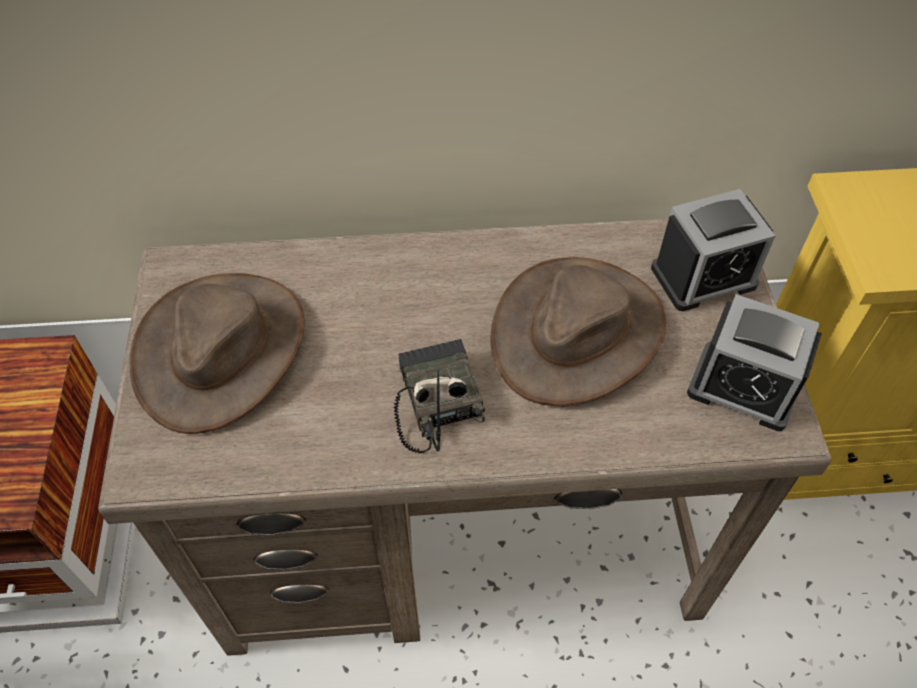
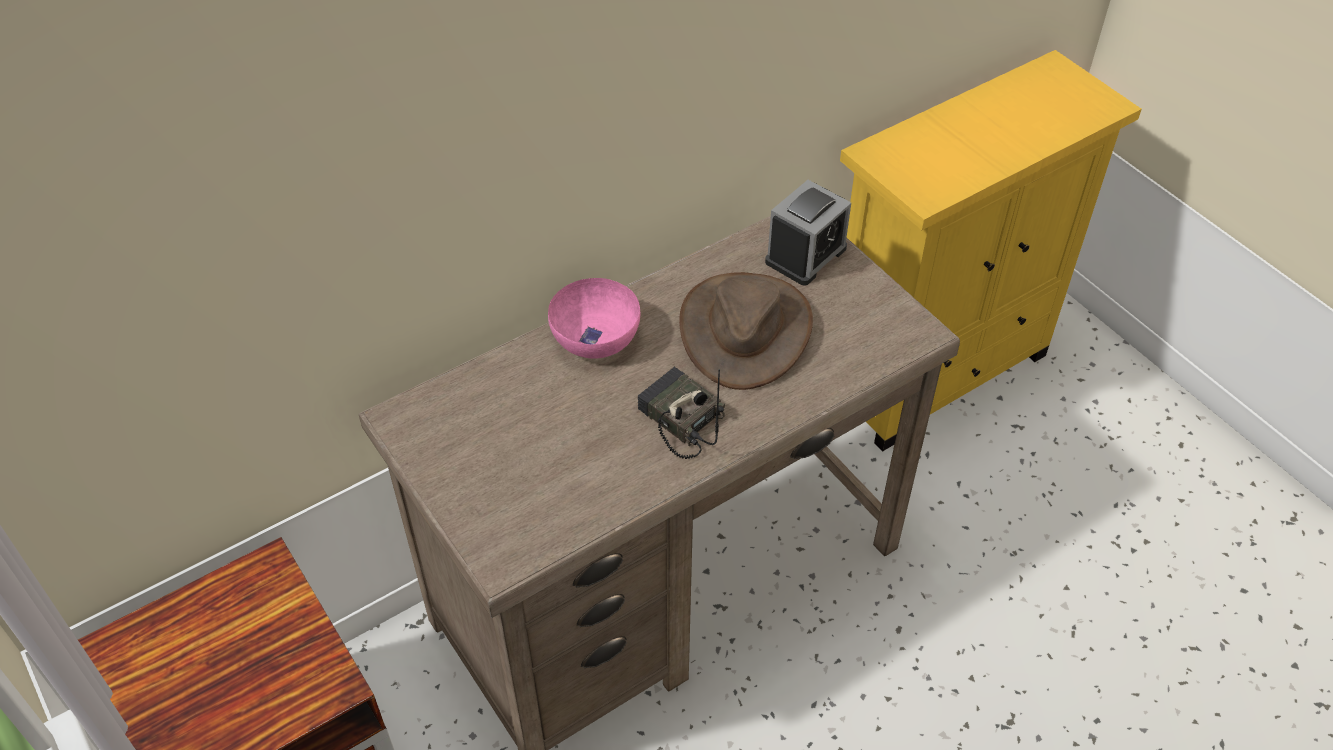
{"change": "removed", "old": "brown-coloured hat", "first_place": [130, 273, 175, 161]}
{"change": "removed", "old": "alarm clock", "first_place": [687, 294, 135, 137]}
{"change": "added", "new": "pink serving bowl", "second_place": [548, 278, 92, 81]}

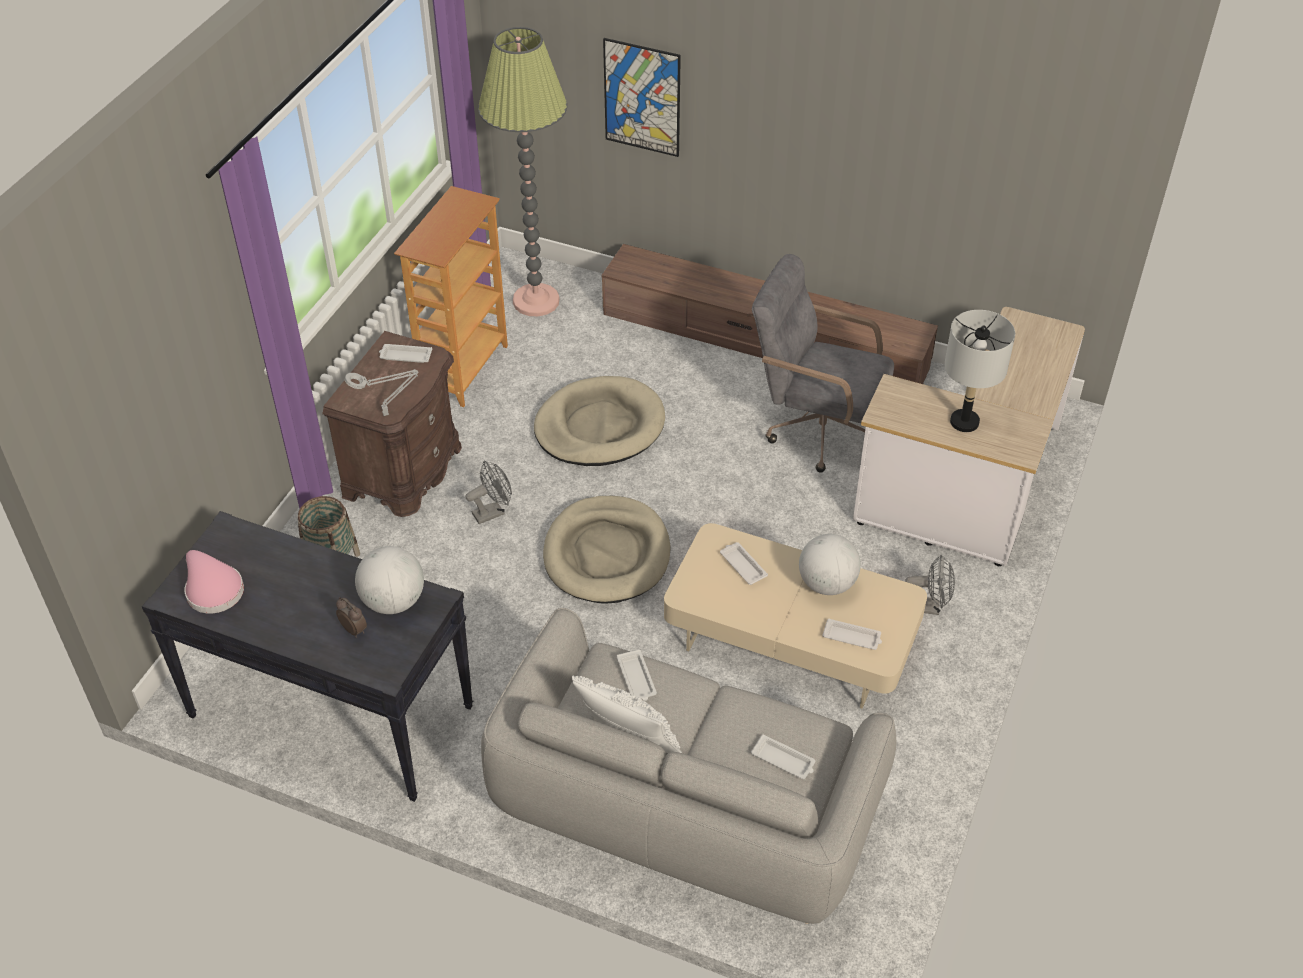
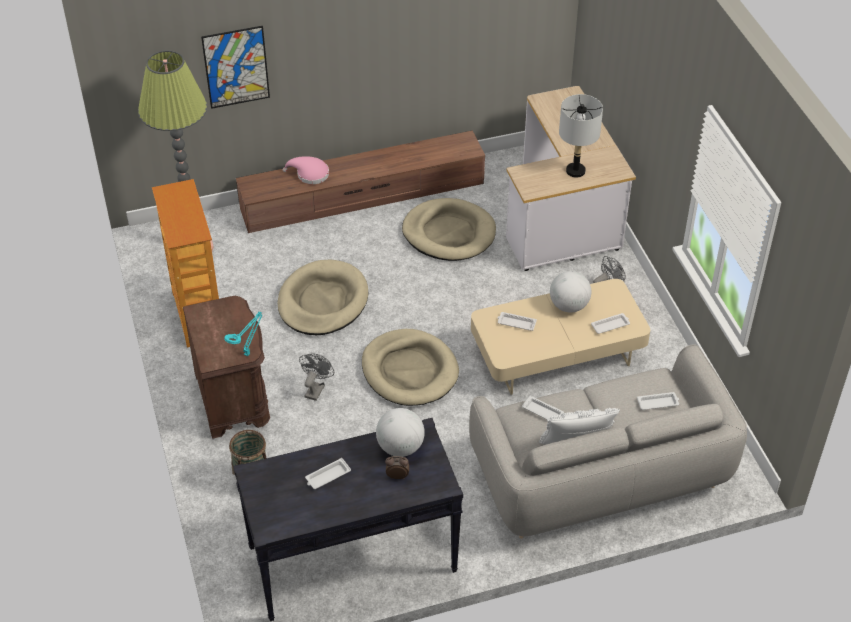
{"change": "moved", "old": "pink hat", "first_place": [185, 550, 59, 64], "second_place": [283, 156, 46, 28]}
{"change": "recoloured", "old": "greyish table lamp", "new": "turquoise-coloured table lamp", "first_place": [345, 369, 74, 47], "second_place": [224, 312, 39, 44]}
{"change": "moved", "old": "white tray", "first_place": [379, 344, 53, 19], "second_place": [305, 458, 46, 31]}
{"change": "replaced", "old": "greyish desk chair", "new": "beige pet bed", "first_place": [752, 254, 142, 219], "second_place": [402, 198, 94, 63]}

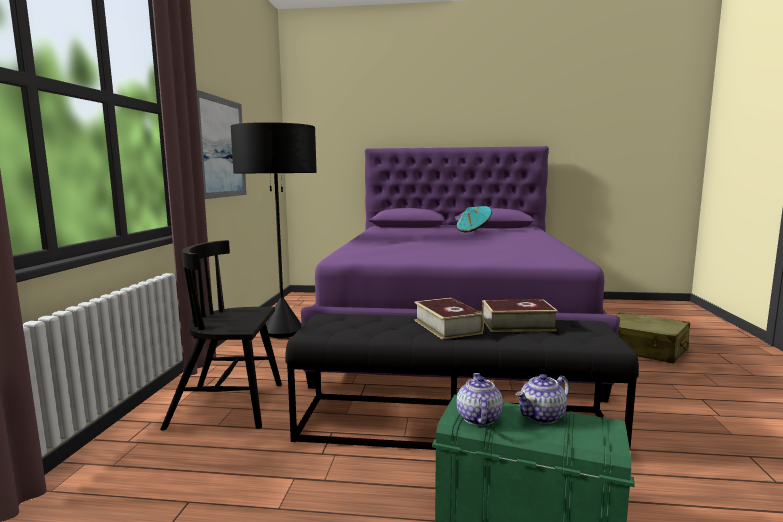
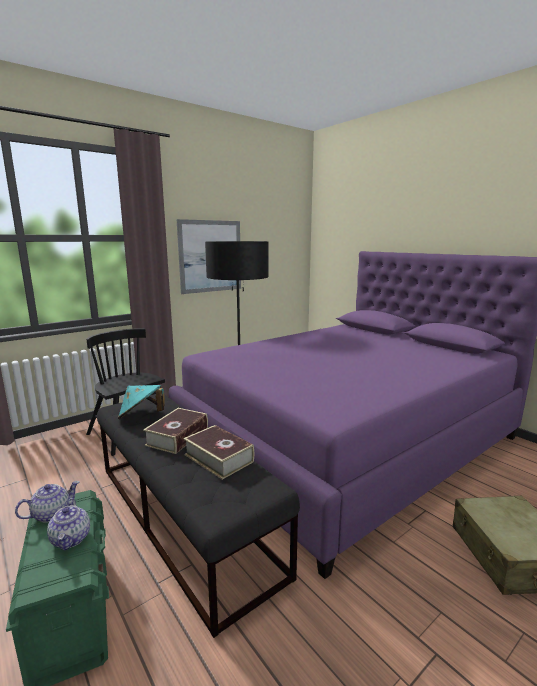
{"change": "moved", "old": "turquoise-coloured hat", "first_place": [457, 206, 35, 26], "second_place": [118, 385, 47, 34]}
{"change": "turned", "old": "tea pot", "first_place": [515, 374, 55, 50], "second_place": [47, 498, 43, 53], "degrees": -120}

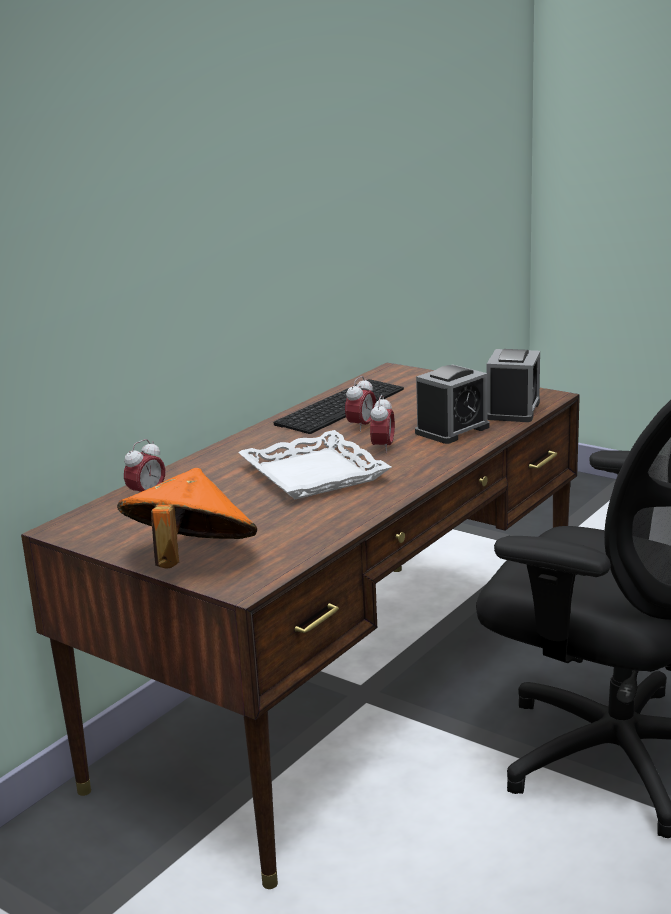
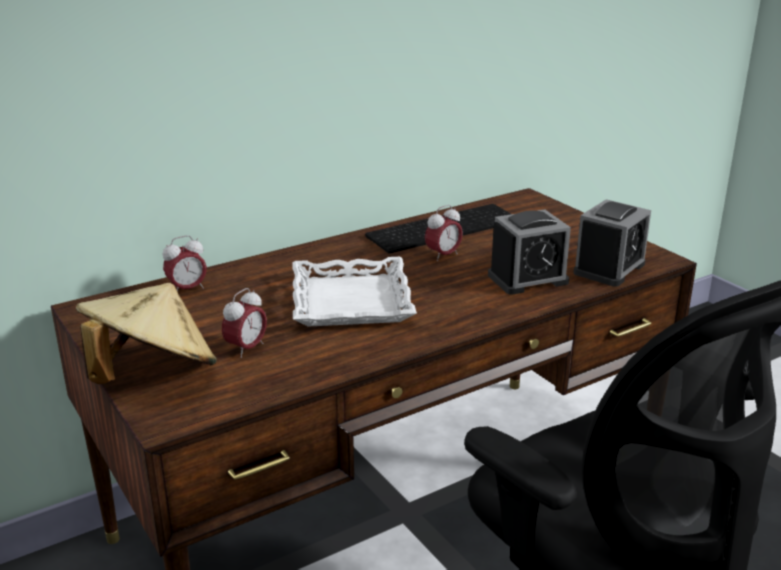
{"change": "recoloured", "old": "orangey hat", "new": "beige hat", "first_place": [117, 468, 140, 101], "second_place": [76, 283, 141, 101]}
{"change": "moved", "old": "alarm clock", "first_place": [370, 395, 25, 58], "second_place": [222, 288, 45, 70]}

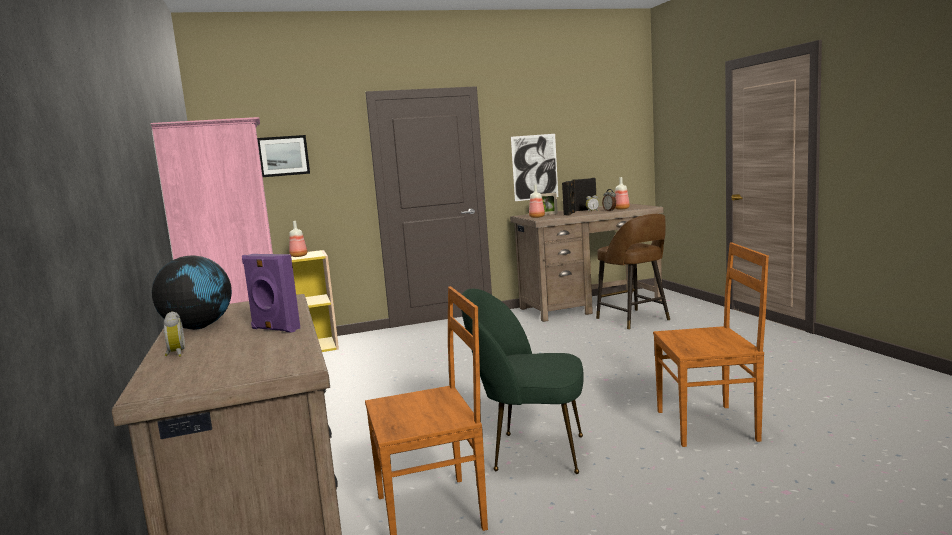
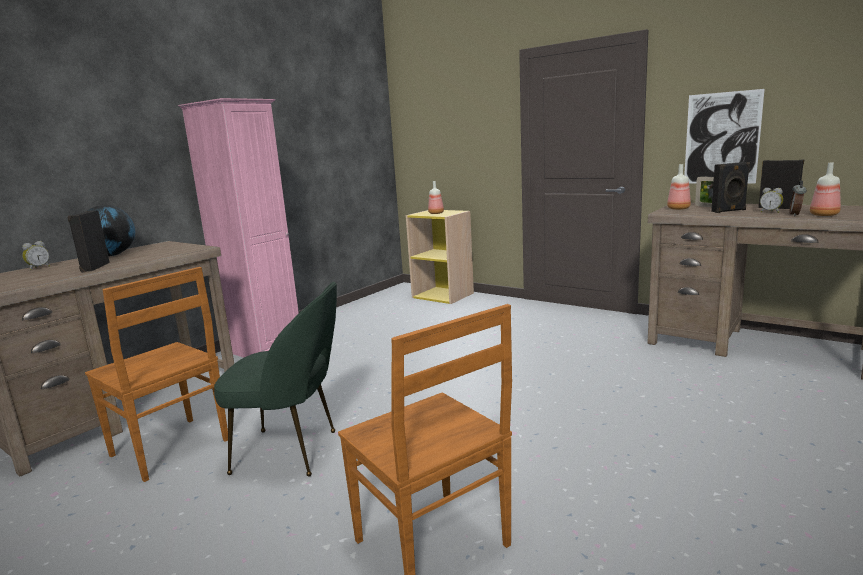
{"change": "recoloured", "old": "purple-coloured loudspeaker", "new": "blackish loudspeaker", "first_place": [242, 254, 58, 79], "second_place": [68, 210, 42, 63]}
{"change": "removed", "old": "wall art", "first_place": [257, 135, 53, 42]}
{"change": "turned", "old": "green-coloured plain chair", "first_place": [461, 289, 123, 185], "second_place": [214, 282, 123, 195], "degrees": 120}
{"change": "removed", "old": "brown-coloured stool seat", "first_place": [596, 214, 74, 116]}

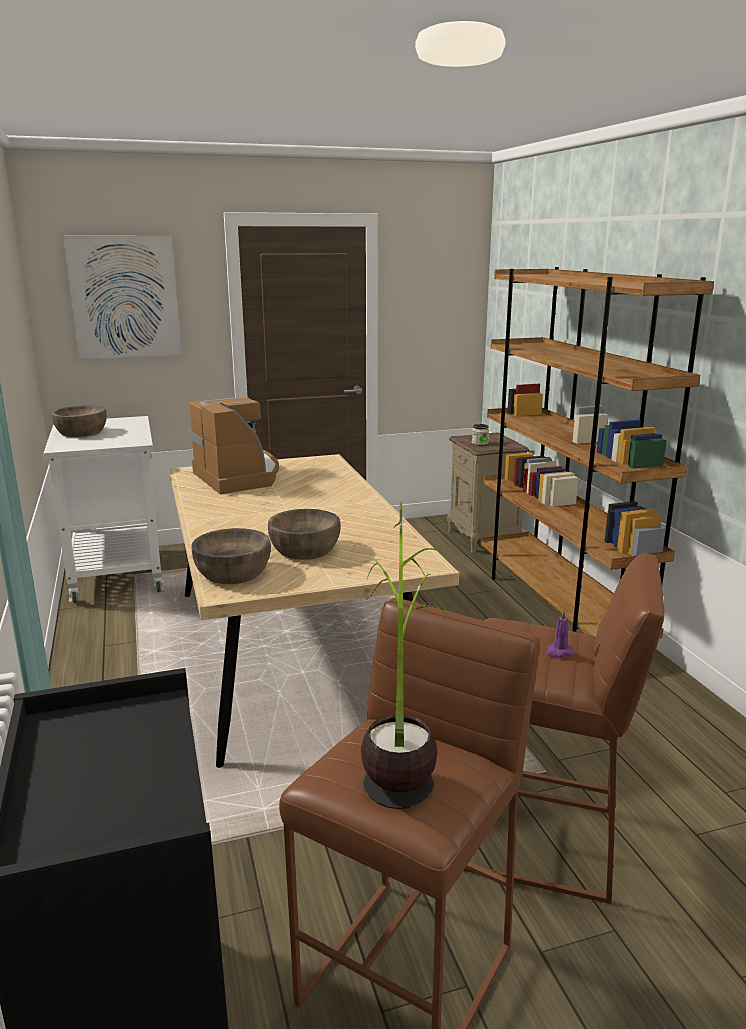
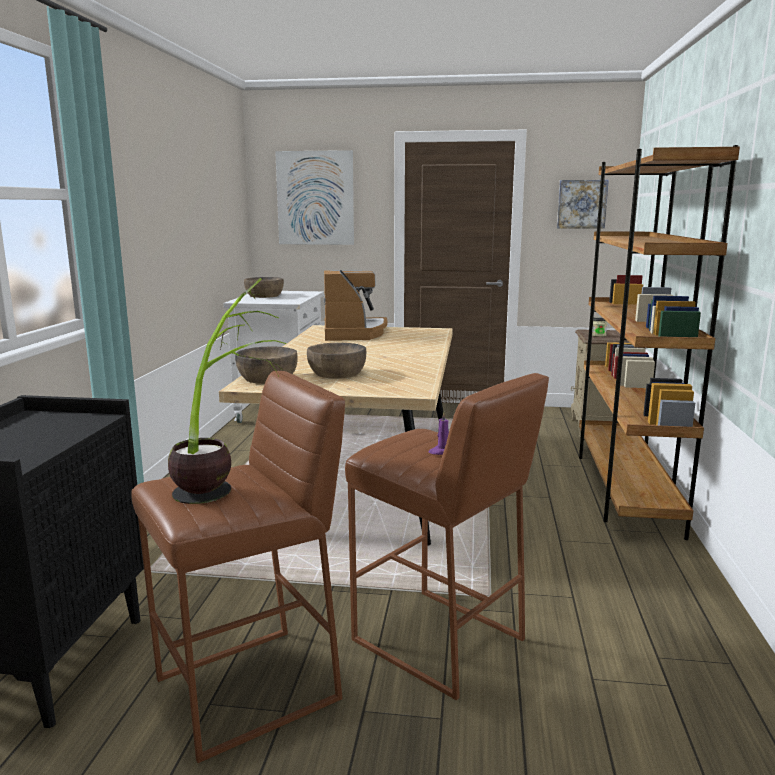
{"change": "added", "new": "wall art", "second_place": [557, 180, 52, 49]}

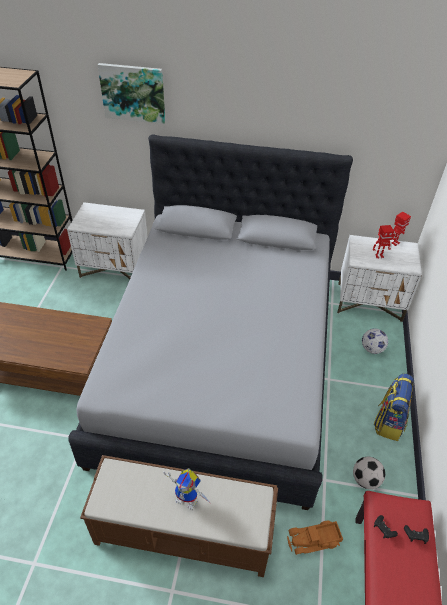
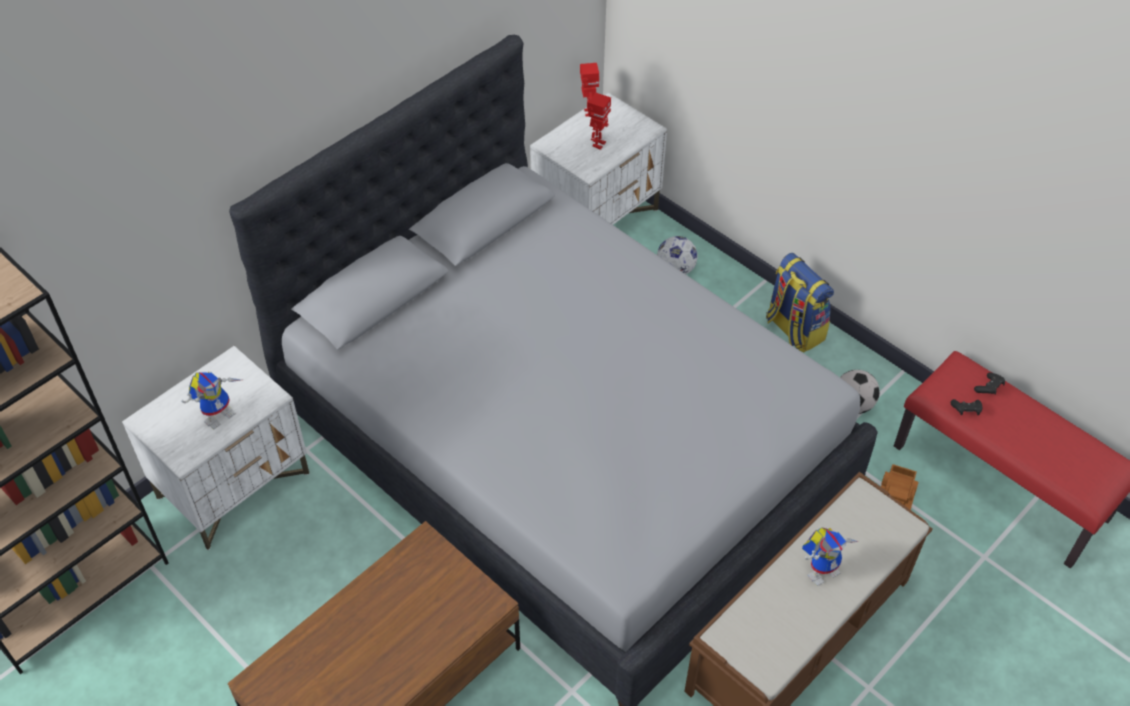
{"change": "removed", "old": "wall art", "first_place": [98, 63, 67, 61]}
{"change": "added", "new": "model robot", "second_place": [181, 371, 60, 58]}

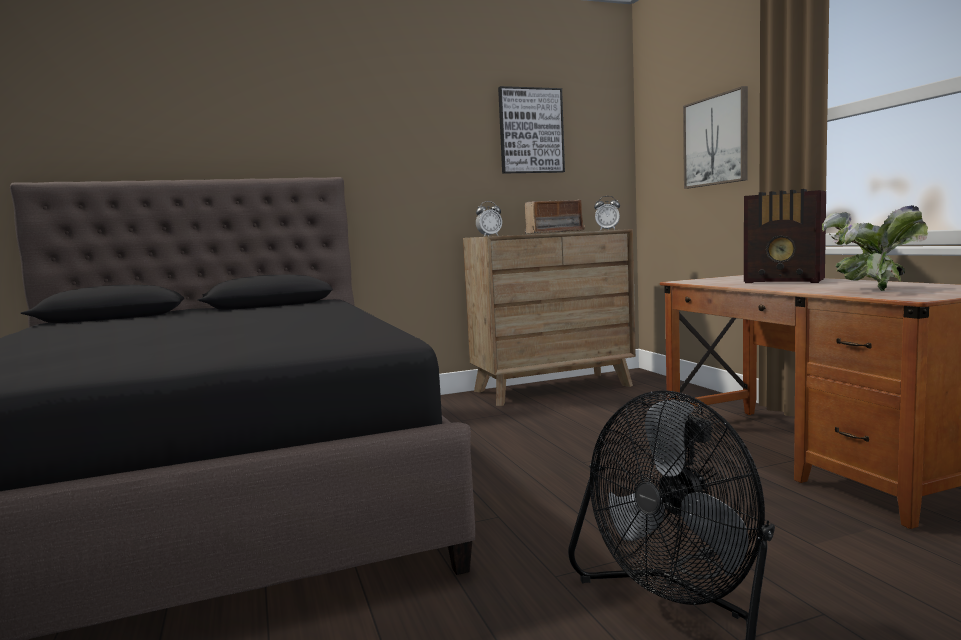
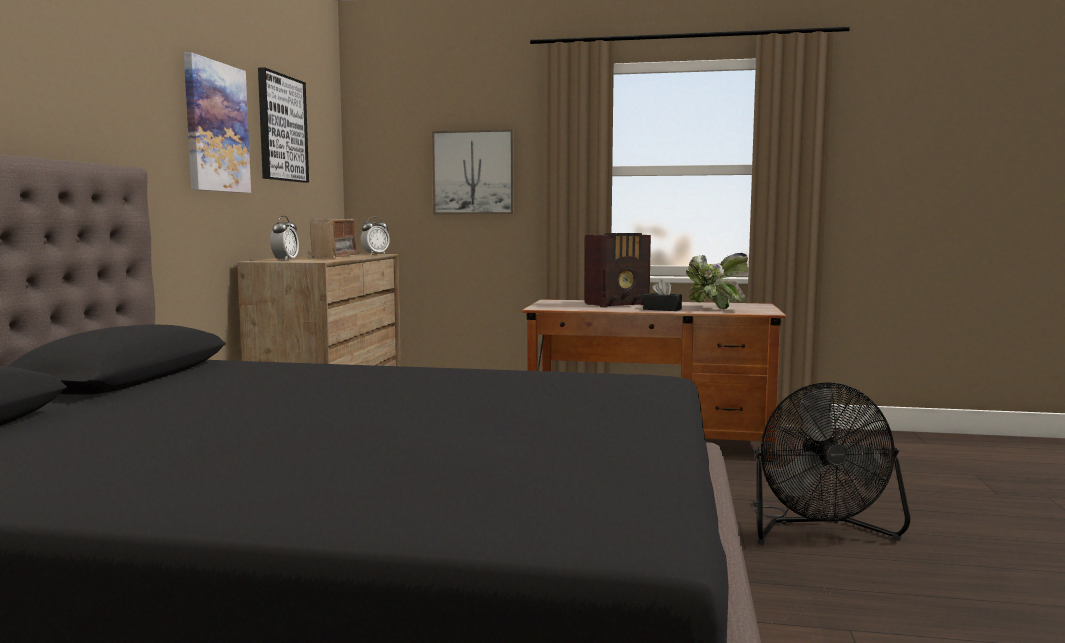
{"change": "added", "new": "wall art", "second_place": [184, 52, 67, 141]}
{"change": "added", "new": "blackish tissue box", "second_place": [643, 280, 39, 31]}

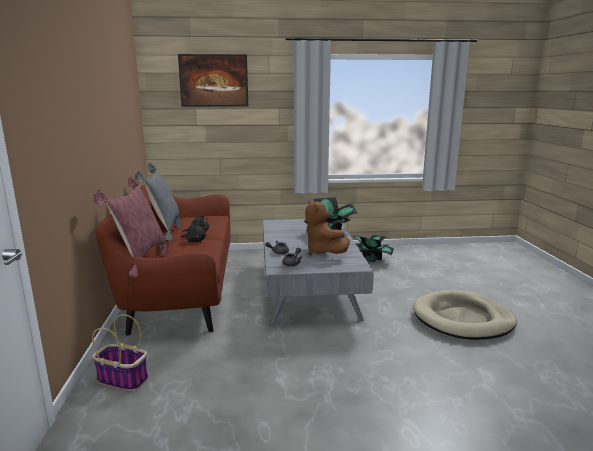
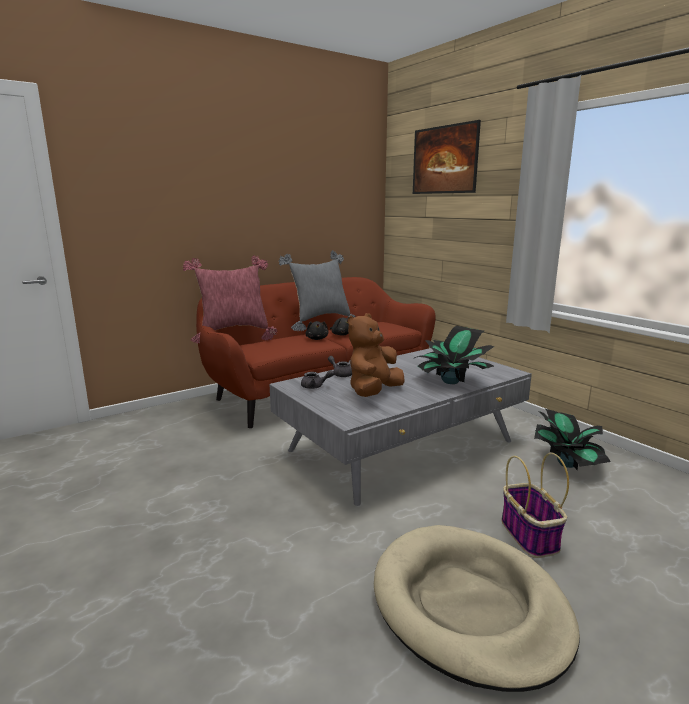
{"change": "moved", "old": "basket", "first_place": [92, 314, 56, 77], "second_place": [502, 453, 67, 105]}

